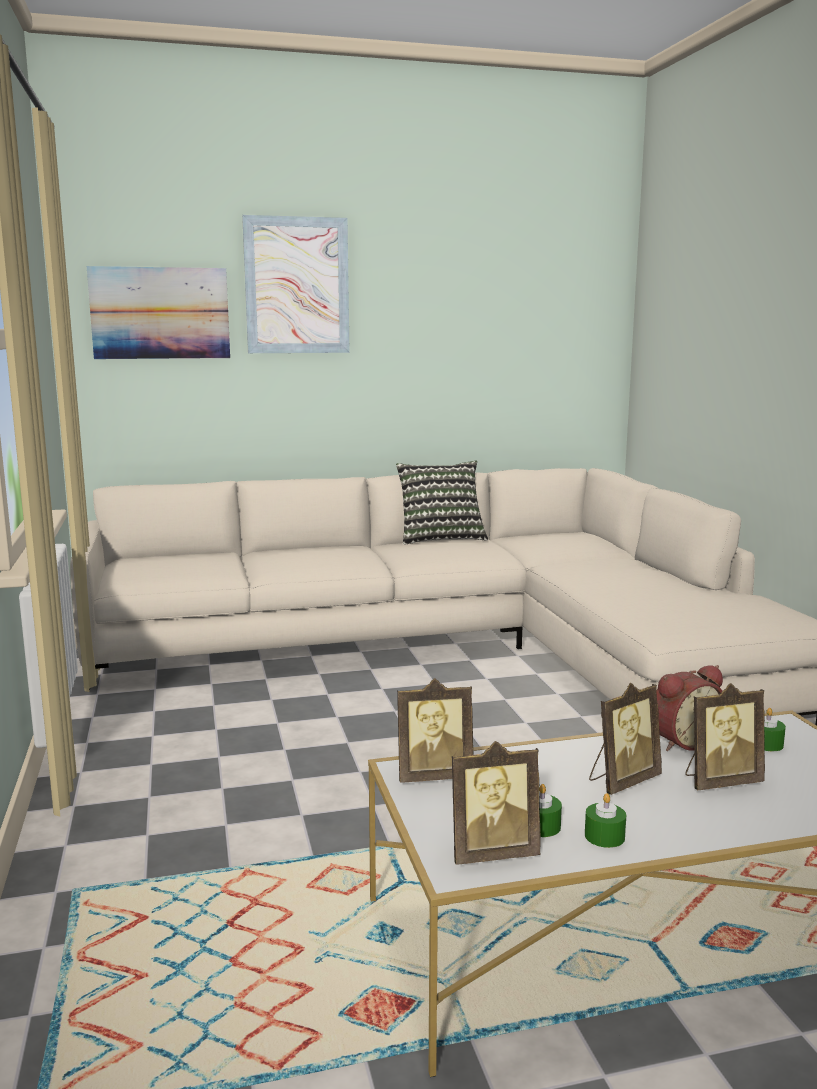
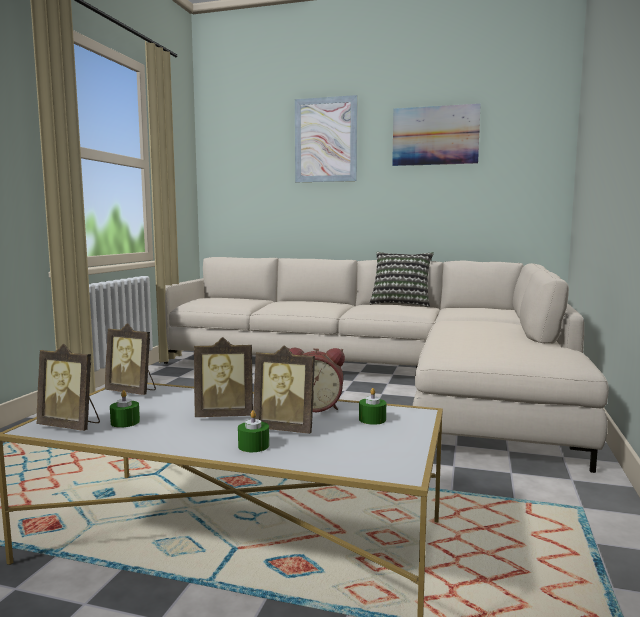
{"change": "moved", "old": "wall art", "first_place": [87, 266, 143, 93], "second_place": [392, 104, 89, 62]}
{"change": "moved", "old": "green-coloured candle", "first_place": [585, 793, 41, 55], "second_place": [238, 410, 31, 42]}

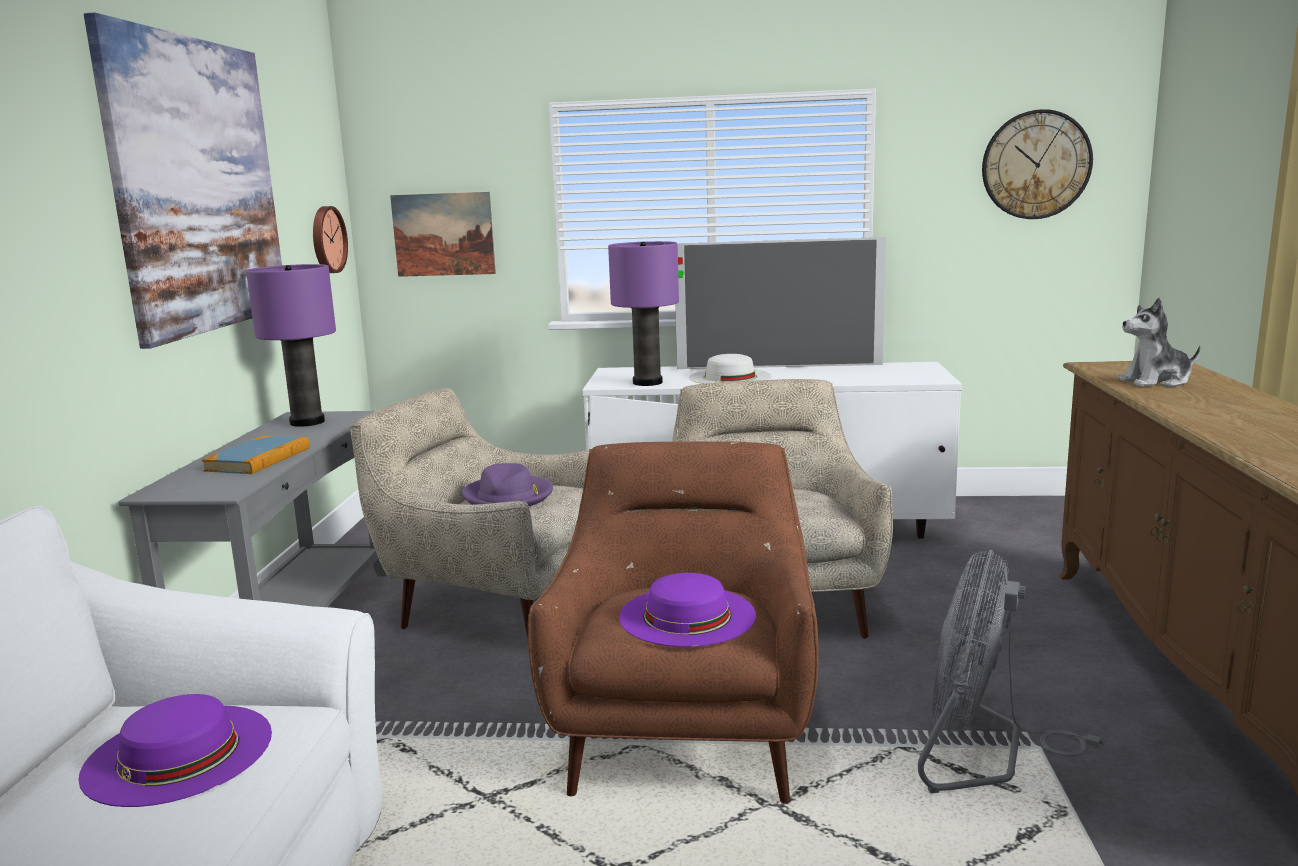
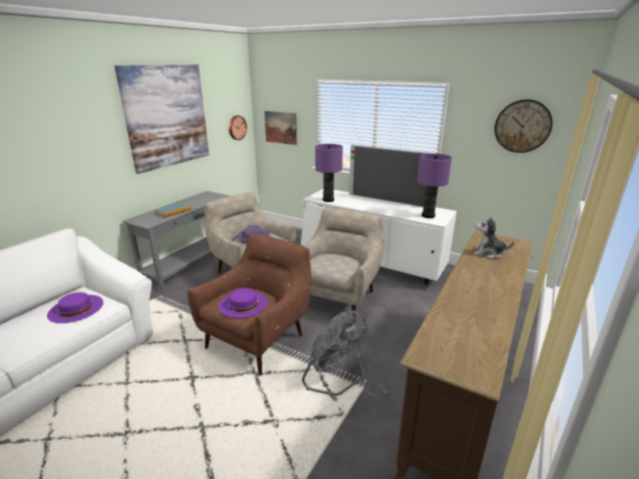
{"change": "moved", "old": "purple-coloured table lamp", "first_place": [246, 264, 90, 163], "second_place": [417, 153, 35, 65]}
{"change": "removed", "old": "white hat", "first_place": [689, 354, 83, 30]}

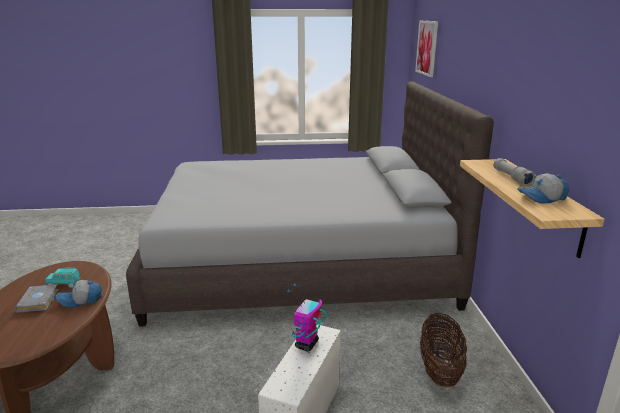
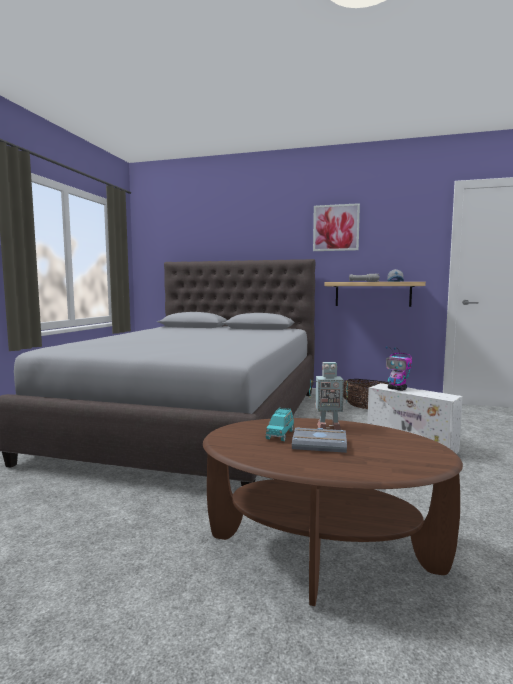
{"change": "replaced", "old": "cap", "new": "model robot", "first_place": [55, 280, 47, 28], "second_place": [309, 362, 39, 68]}
{"change": "moved", "old": "wall art", "first_place": [415, 21, 23, 56], "second_place": [313, 203, 47, 48]}

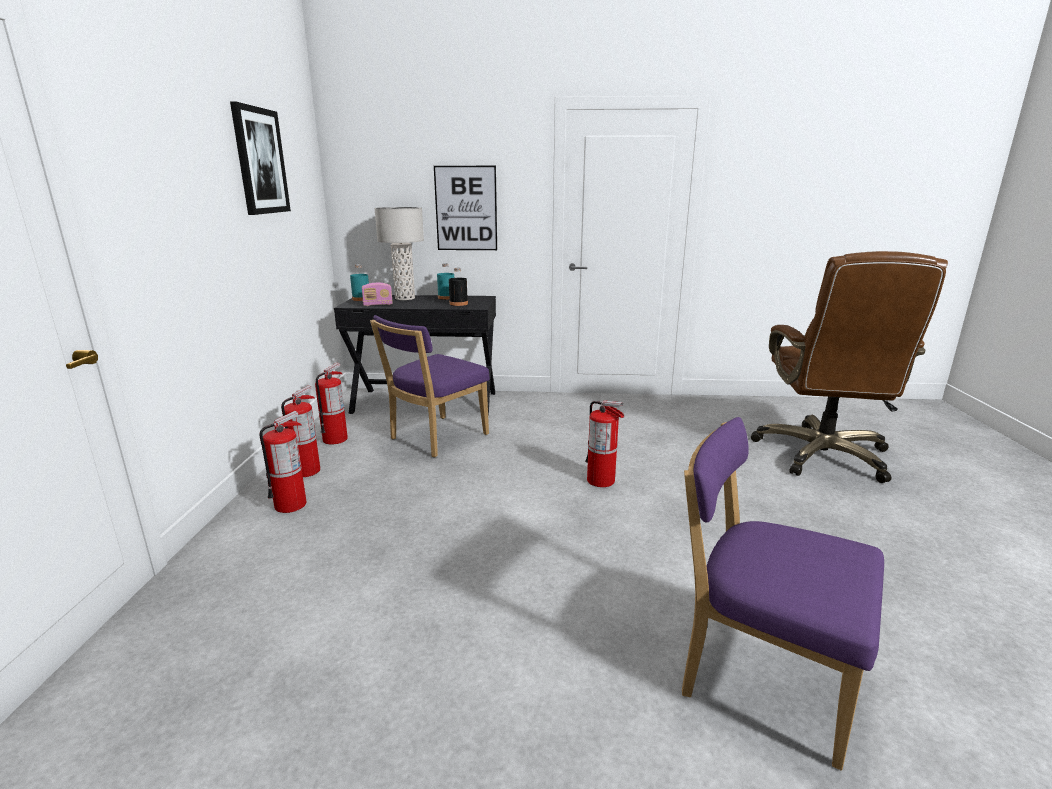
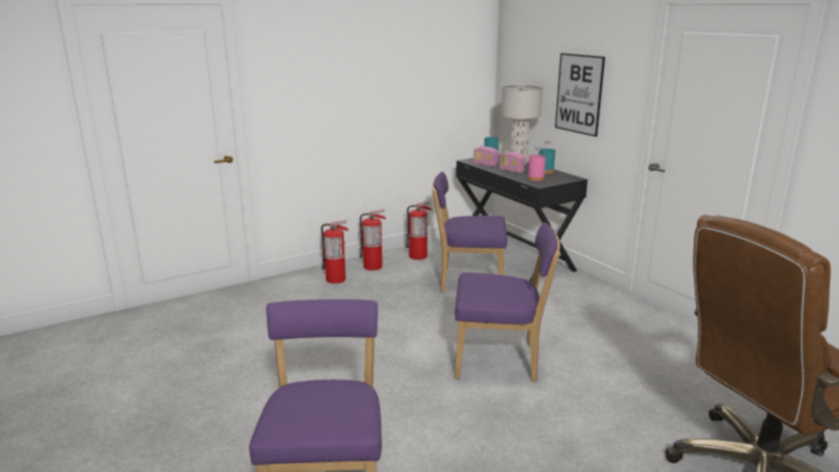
{"change": "removed", "old": "wall art", "first_place": [230, 102, 61, 113]}
{"change": "recoloured", "old": "blackish bottle", "new": "pink bottle", "first_place": [449, 268, 19, 38], "second_place": [528, 146, 18, 35]}
{"change": "replaced", "old": "fire-fighting cylinder", "new": "purple-coloured plain chair", "first_place": [585, 400, 40, 87], "second_place": [455, 222, 105, 160]}
{"change": "added", "new": "radio", "second_place": [499, 152, 26, 21]}

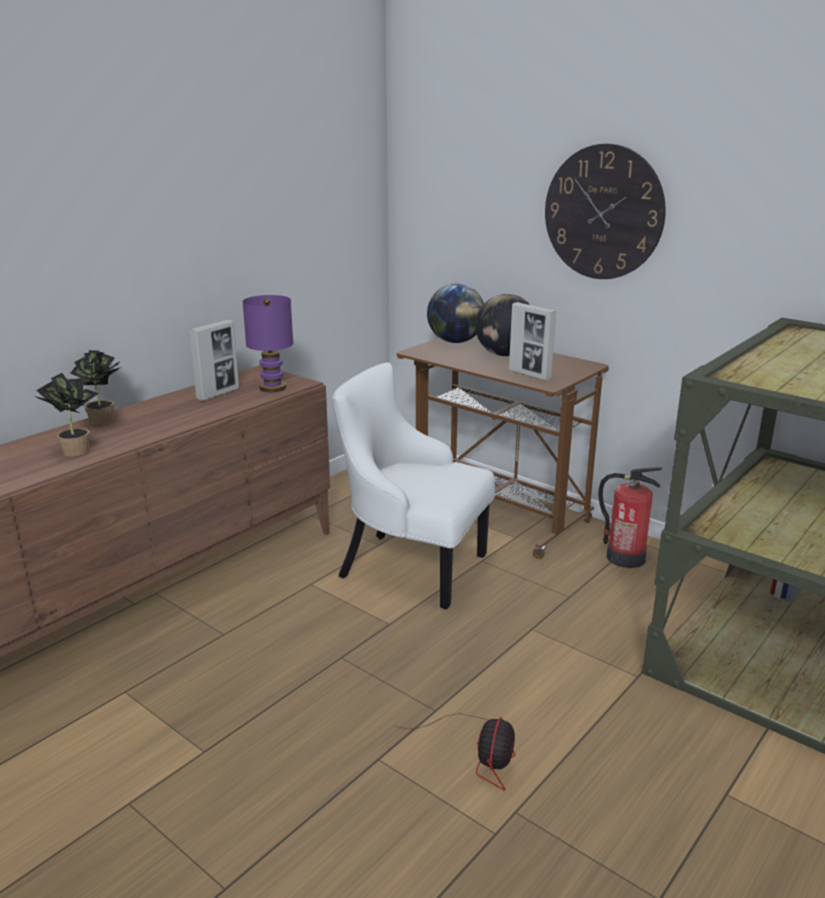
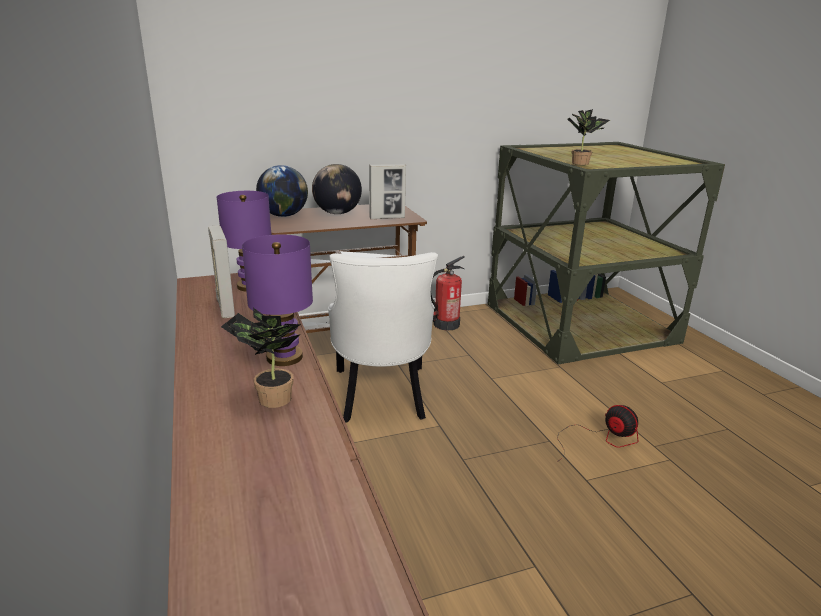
{"change": "moved", "old": "plant in a pot", "first_place": [70, 350, 51, 76], "second_place": [567, 109, 43, 56]}
{"change": "turned", "old": "white plain chair", "first_place": [333, 362, 162, 247], "second_place": [328, 252, 110, 171], "degrees": -60}
{"change": "removed", "old": "wall clock", "first_place": [545, 144, 121, 135]}
{"change": "added", "new": "purple-coloured table lamp", "second_place": [242, 235, 71, 131]}

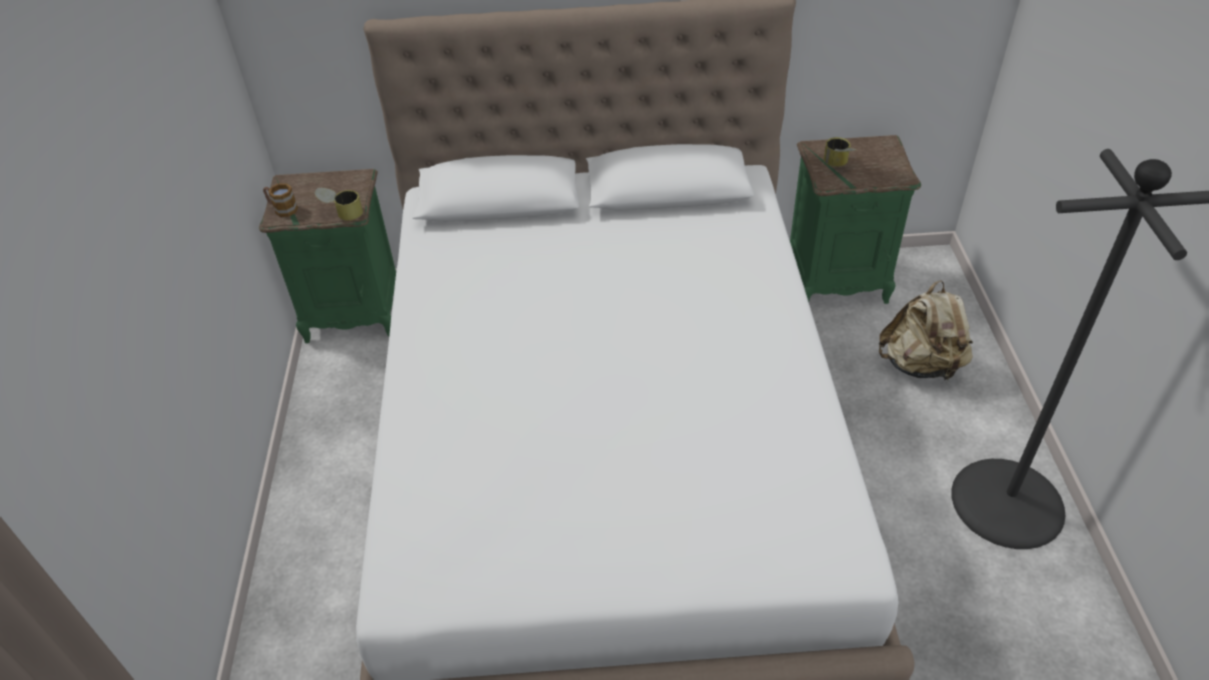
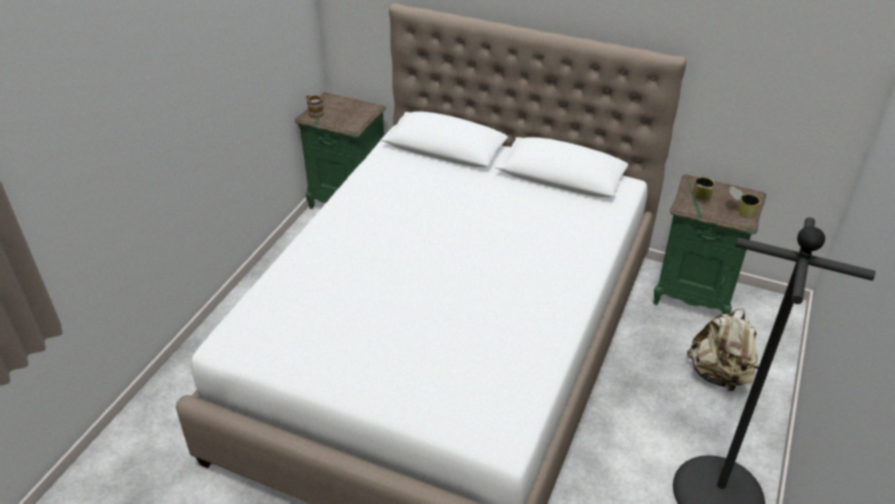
{"change": "moved", "old": "metal can", "first_place": [315, 188, 48, 33], "second_place": [729, 186, 32, 32]}

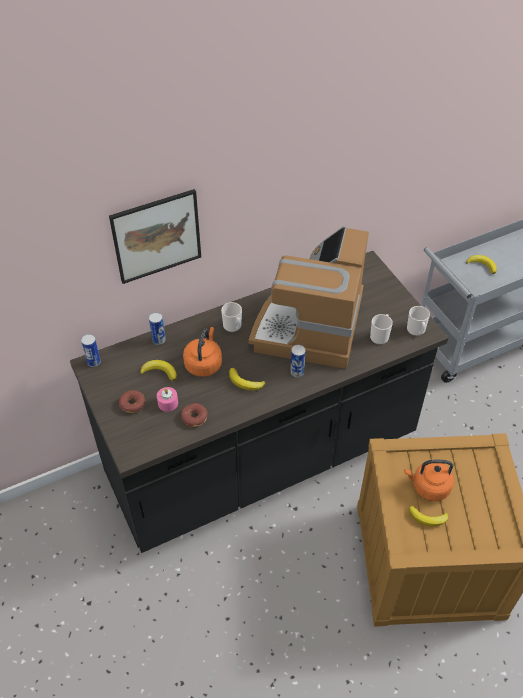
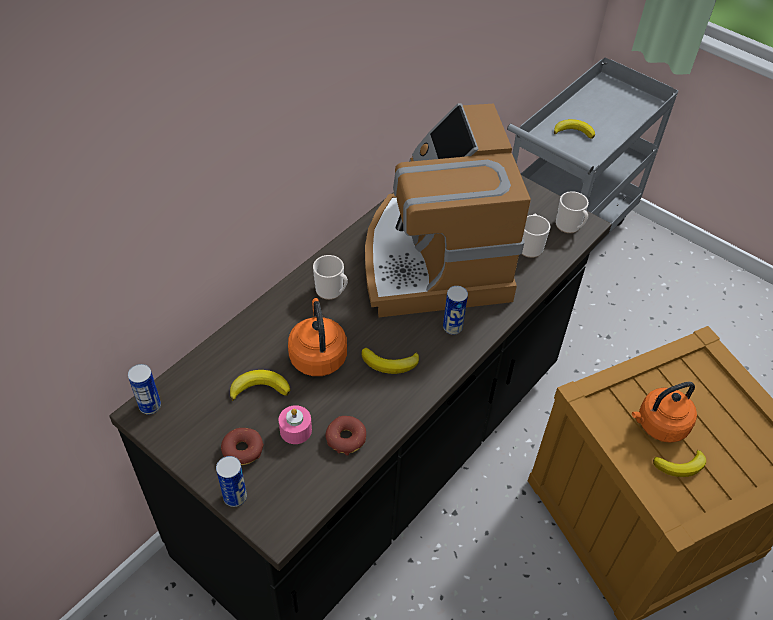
{"change": "removed", "old": "wall art", "first_place": [109, 189, 92, 95]}
{"change": "moved", "old": "metal can", "first_place": [149, 312, 17, 33], "second_place": [216, 456, 31, 51]}

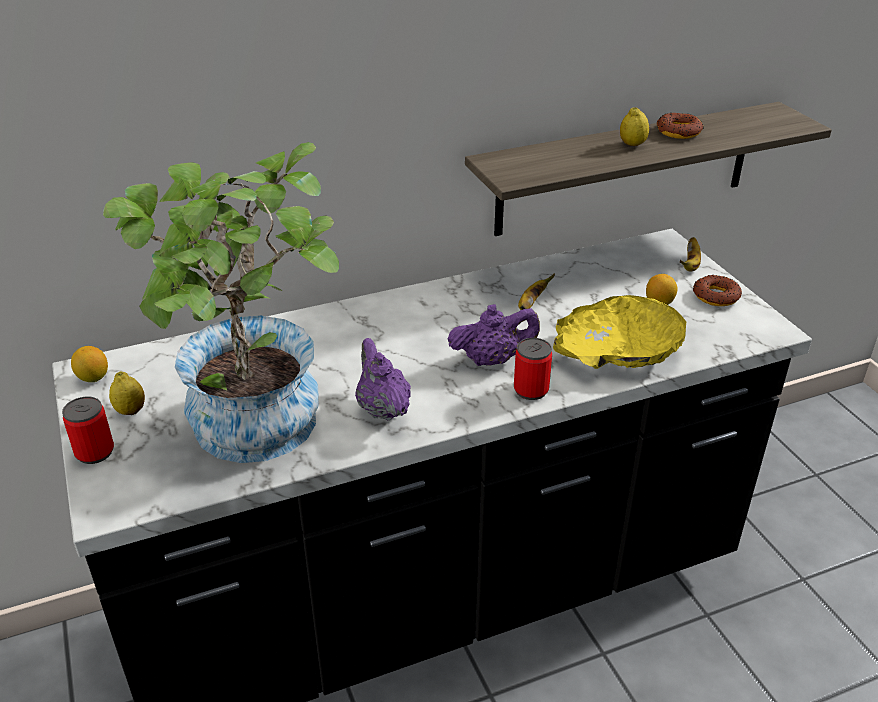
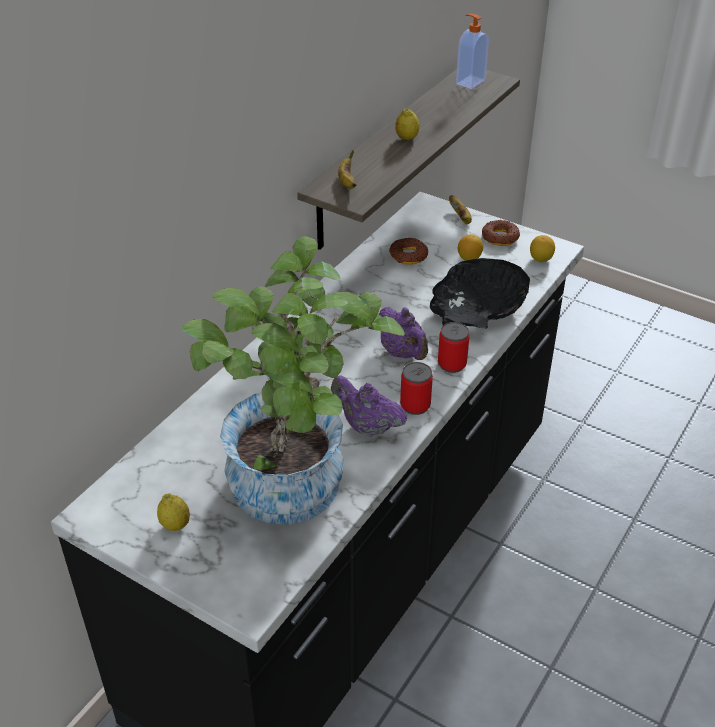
{"change": "moved", "old": "metal can", "first_place": [62, 397, 52, 67], "second_place": [400, 362, 33, 53]}
{"change": "moved", "old": "citrus fruit", "first_place": [71, 346, 37, 36], "second_place": [530, 235, 25, 27]}
{"change": "turned", "old": "purple-coloured tea pot", "first_place": [447, 304, 93, 62], "second_place": [378, 307, 50, 53], "degrees": 105}
{"change": "moved", "old": "banana fruit", "first_place": [518, 273, 37, 37], "second_place": [338, 150, 19, 39]}
{"change": "recoloured", "old": "yellowish serving bowl", "new": "blackish serving bowl", "first_place": [553, 295, 133, 74], "second_place": [430, 258, 100, 71]}
{"change": "moved", "old": "donut", "first_place": [657, 113, 47, 26], "second_place": [389, 238, 39, 27]}
{"change": "added", "new": "liquid soap bottle", "second_place": [456, 14, 33, 75]}

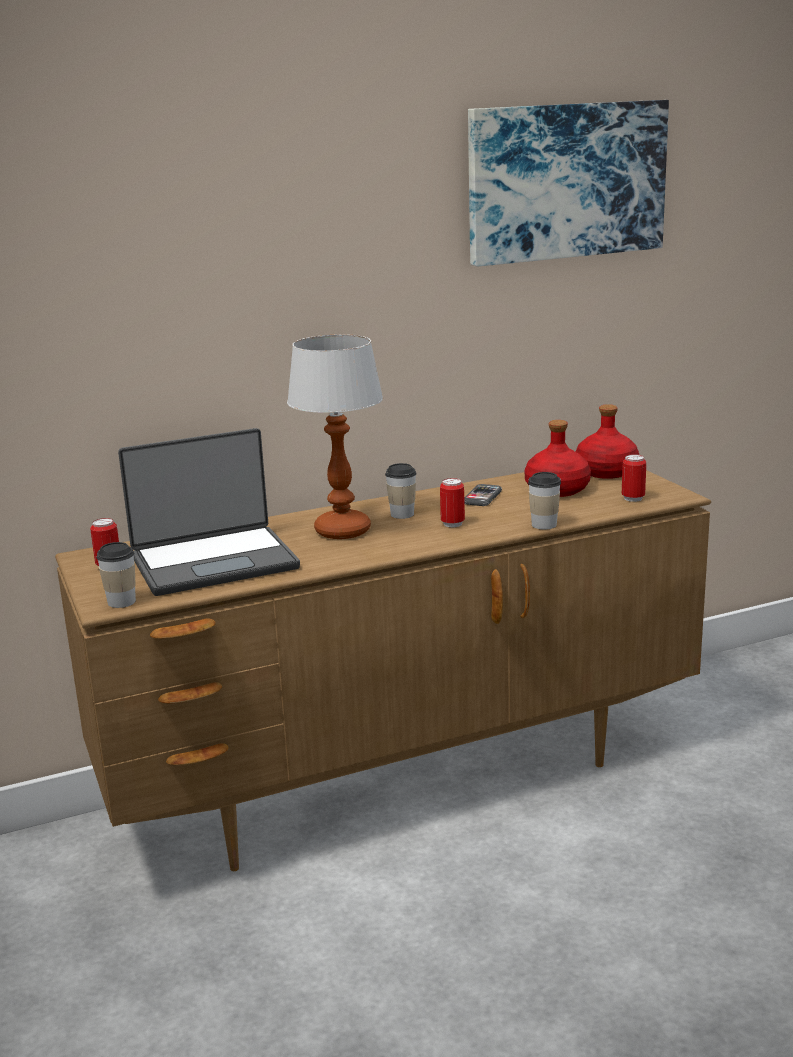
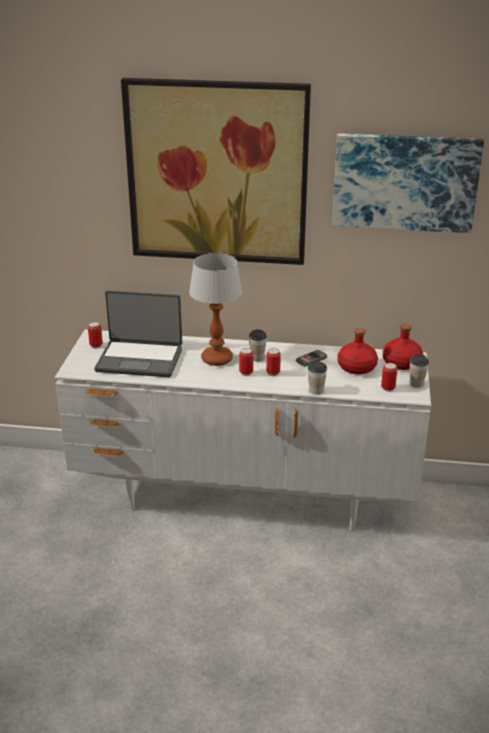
{"change": "recoloured", "old": "brown-coloured drawer chest", "new": "white drawer chest", "first_place": [55, 470, 656, 401], "second_place": [55, 329, 376, 202]}
{"change": "moved", "old": "drinking cup", "first_place": [96, 542, 40, 66], "second_place": [410, 354, 19, 34]}
{"change": "added", "new": "wall art", "second_place": [121, 78, 190, 187]}
{"change": "added", "new": "metal can", "second_place": [239, 348, 14, 28]}

